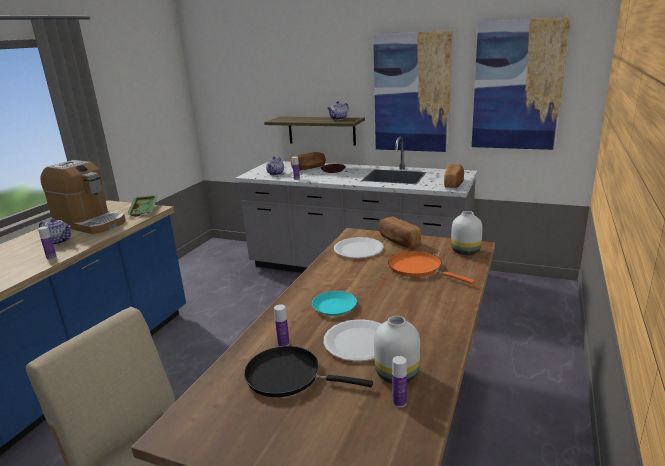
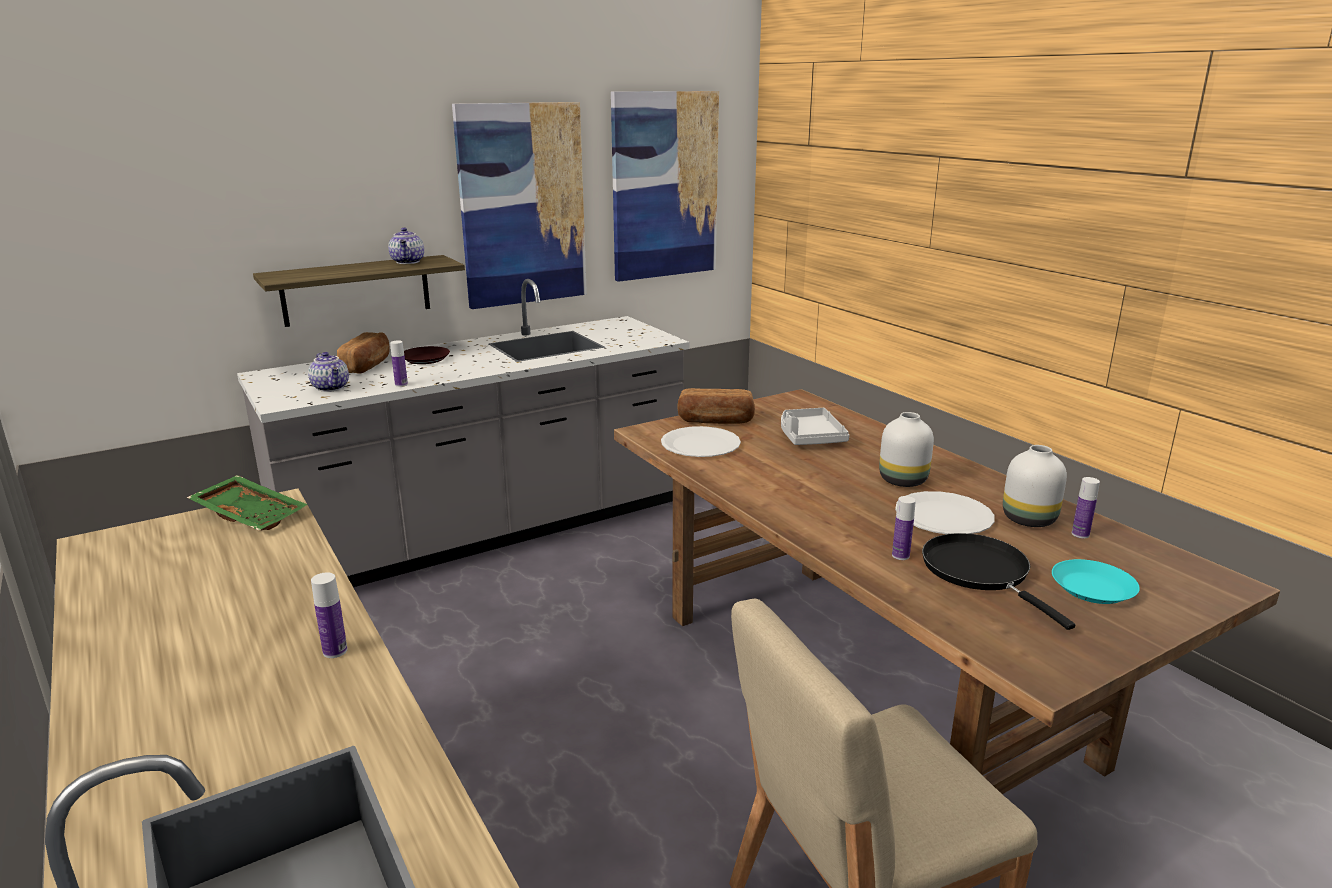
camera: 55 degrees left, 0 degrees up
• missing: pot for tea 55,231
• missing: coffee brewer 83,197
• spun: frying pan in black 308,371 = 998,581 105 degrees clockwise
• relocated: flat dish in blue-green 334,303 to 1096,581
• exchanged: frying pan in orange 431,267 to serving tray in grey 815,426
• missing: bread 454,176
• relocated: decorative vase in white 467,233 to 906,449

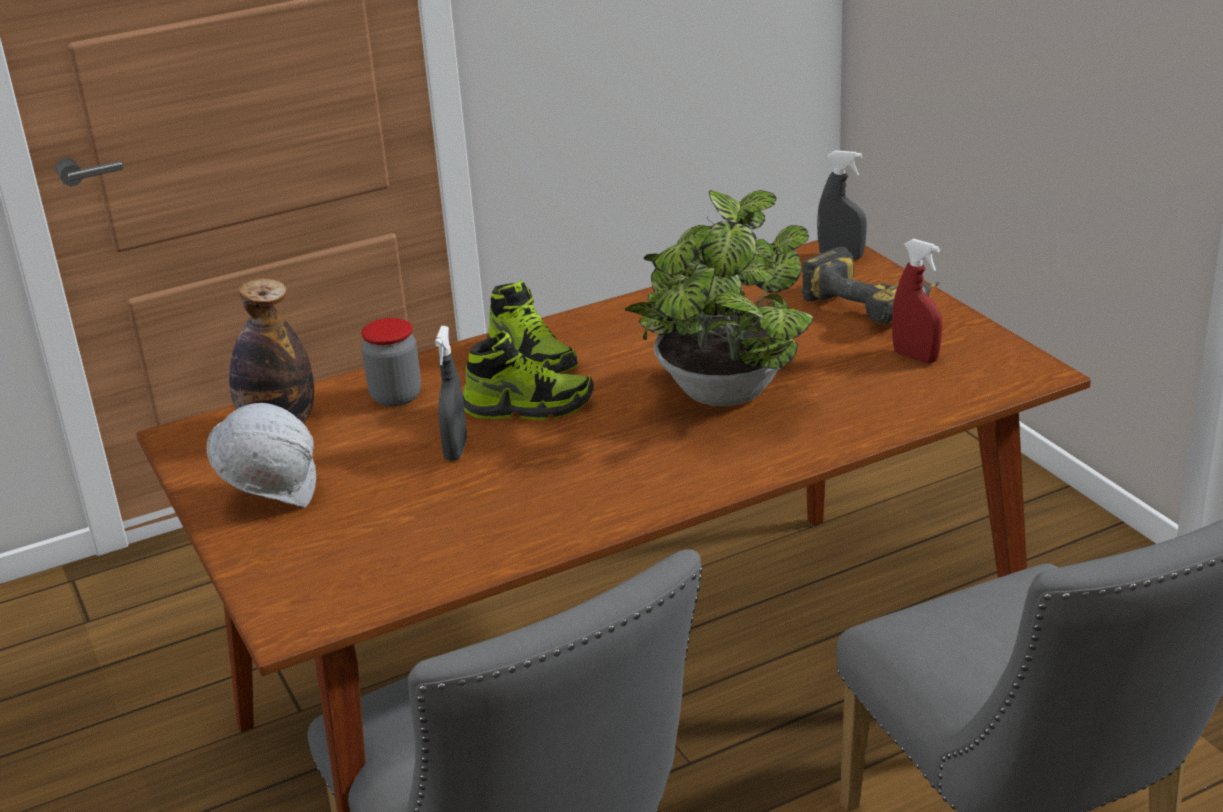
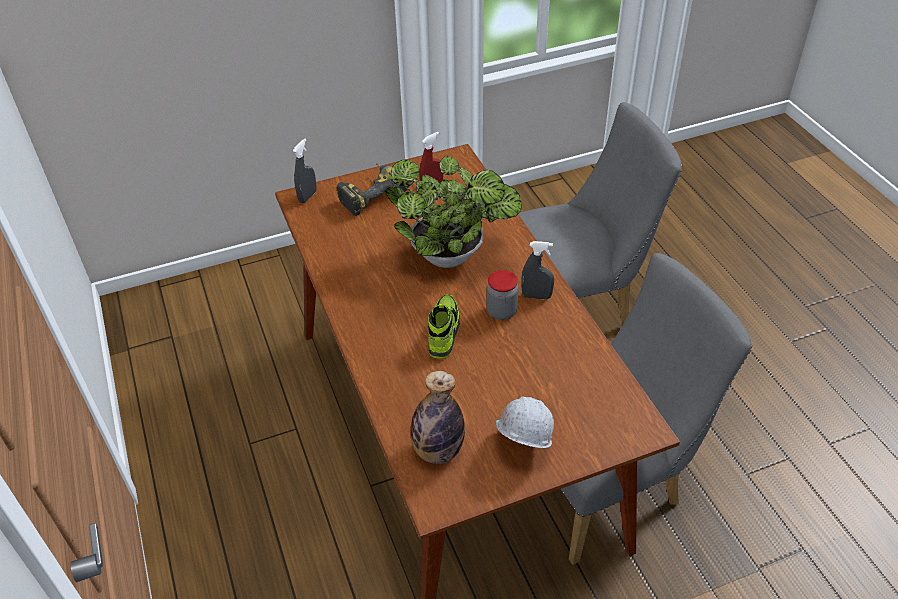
camera: 85 degrees left, 15 degrees up
• relocated: jar 391,362 to 503,295
• relocated: spray bottle in grey 451,393 to 537,270
• missing: low shoe 532,327

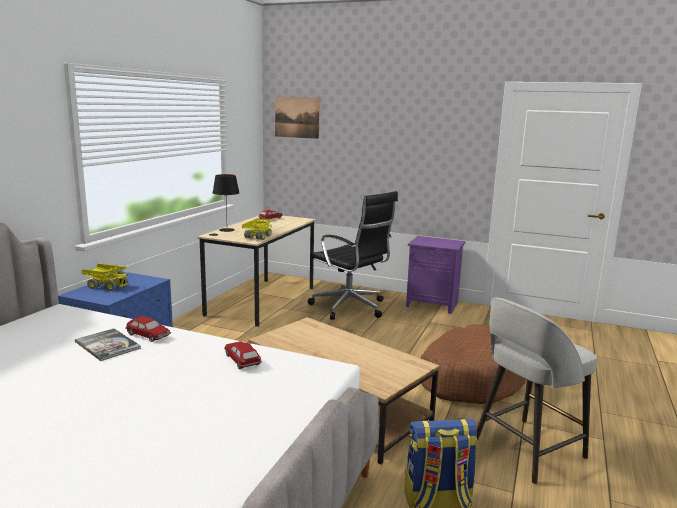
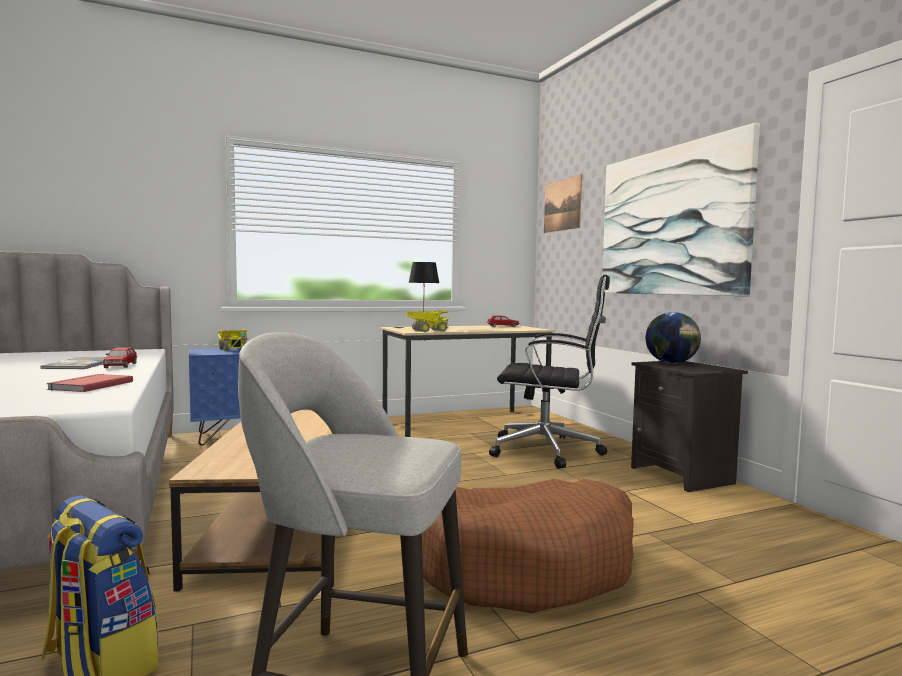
camera: 45 degrees right, 10 degrees down
• exchanged: miniature car 243,355 to book in red 89,383
• spun: office chair in black 353,255 = 549,372 75 degrees counterclockwise
• colour: nightstand in purple 436,275 to nightstand in black 689,426
• appeared: wall art 681,209
• appeared: desk globe 673,338

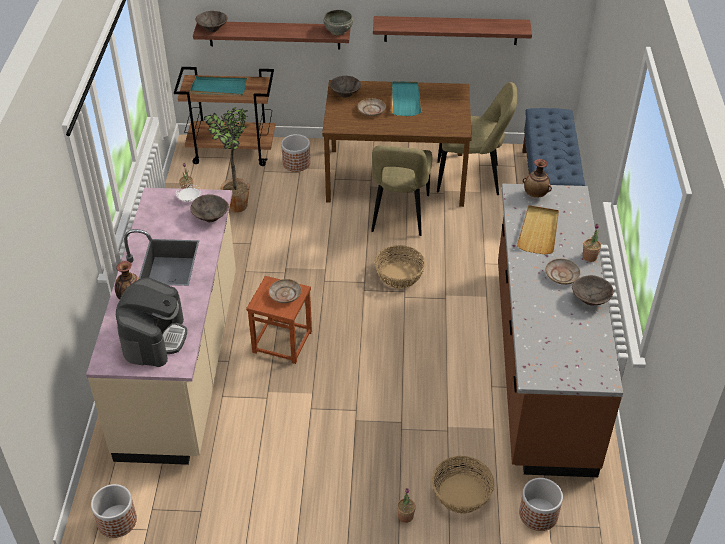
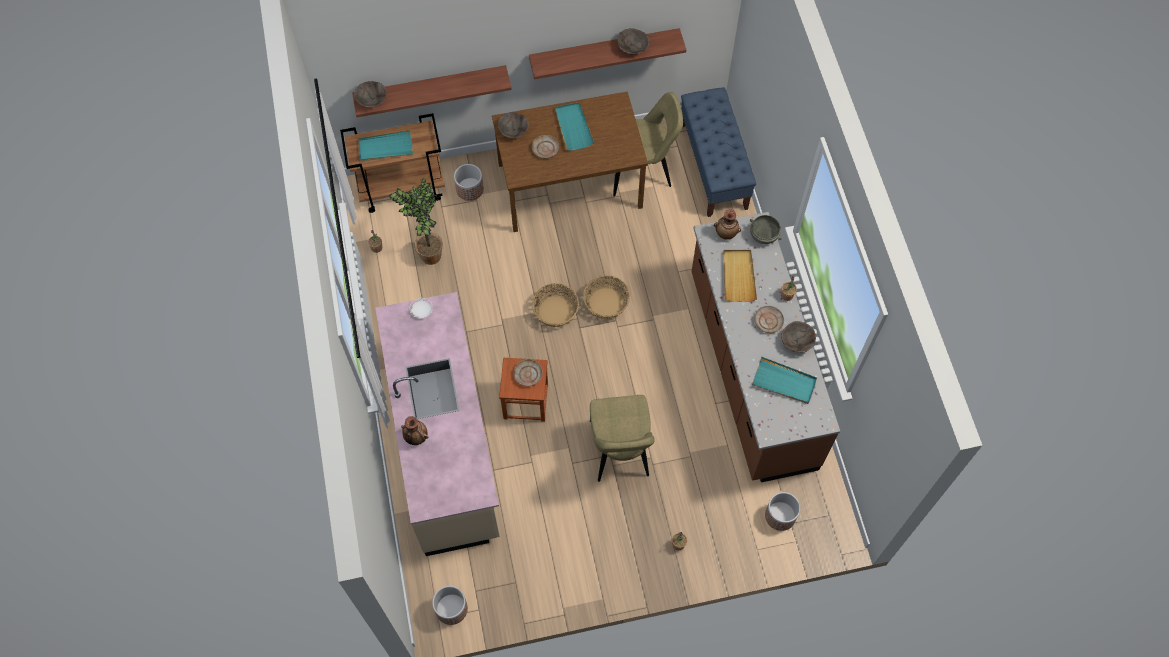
camera: 15 degrees left, 20 degrees up
• missing: coffee brewer 151,322
• relocated: deep dish in brown-coloured 209,208 to 633,41
• relocated: deep dish in grey 338,22 to 766,229
• relocated: upright chair in sand-coloured 401,190 to 622,438
• relocated: basket 463,485 to 555,305
• appeared: serving tray in blue-green 784,380

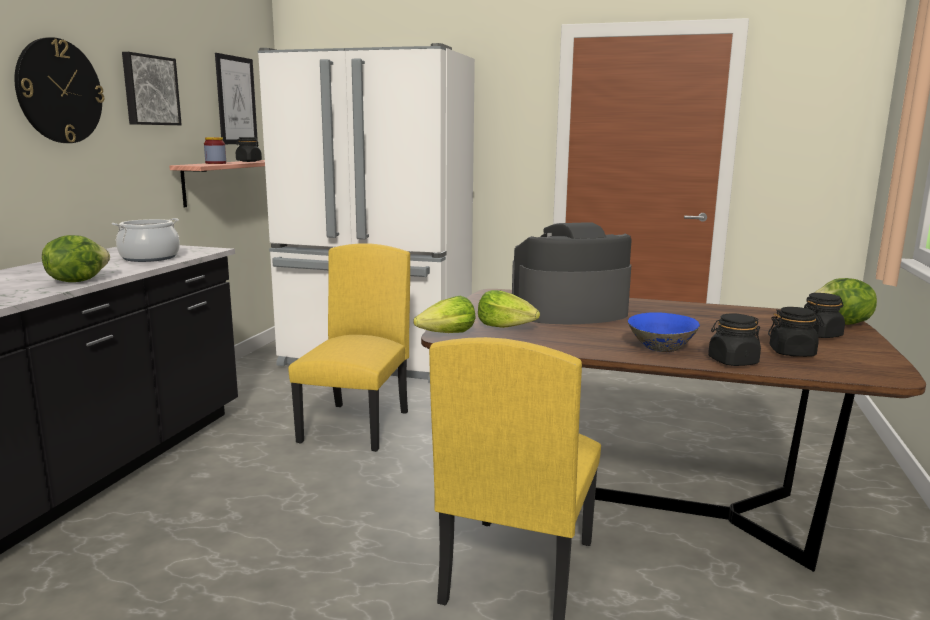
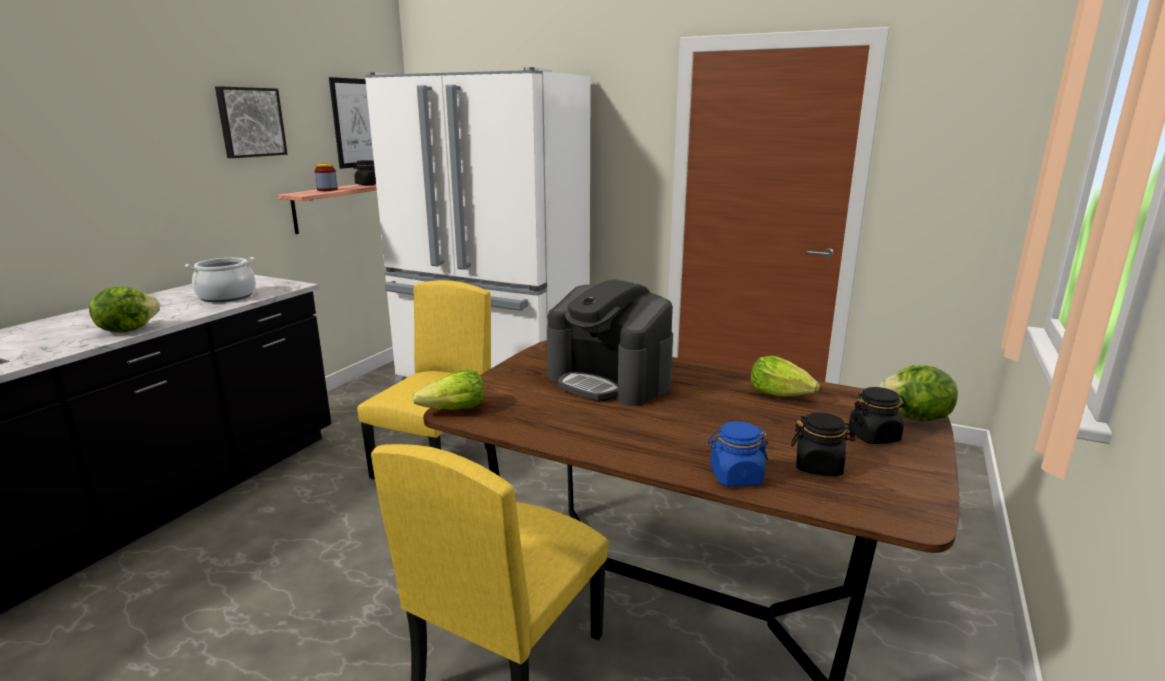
camera: 10 degrees right, 5 degrees up
• missing: wall clock 59,90
• relocated: lettuce head 509,309 to 785,375
• spun: coffee brewer 571,273 = 610,342 135 degrees counterclockwise
• missing: deep dish in blue-coloured 664,332
• colour: jar in black 734,340 to jar in blue-coloured 738,454

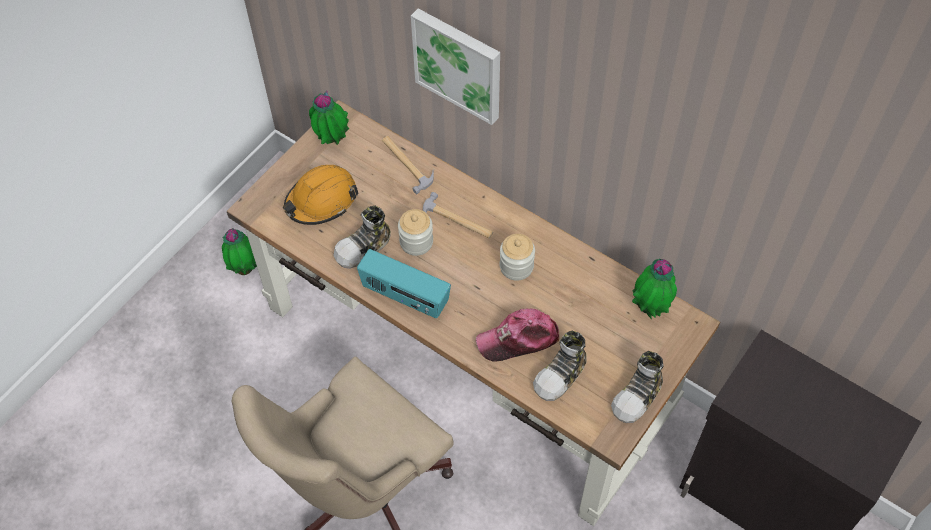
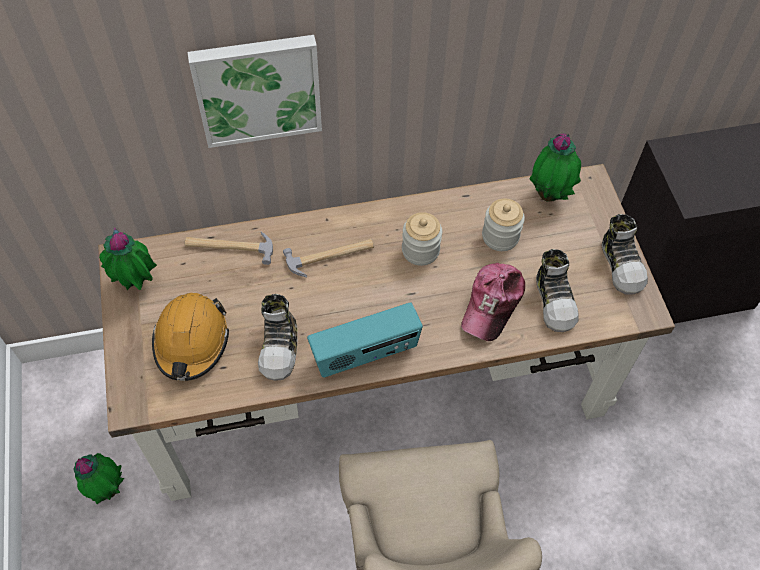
camera: 50 degrees left, 0 degrees up
• relocated: jar 415,232 to 503,224

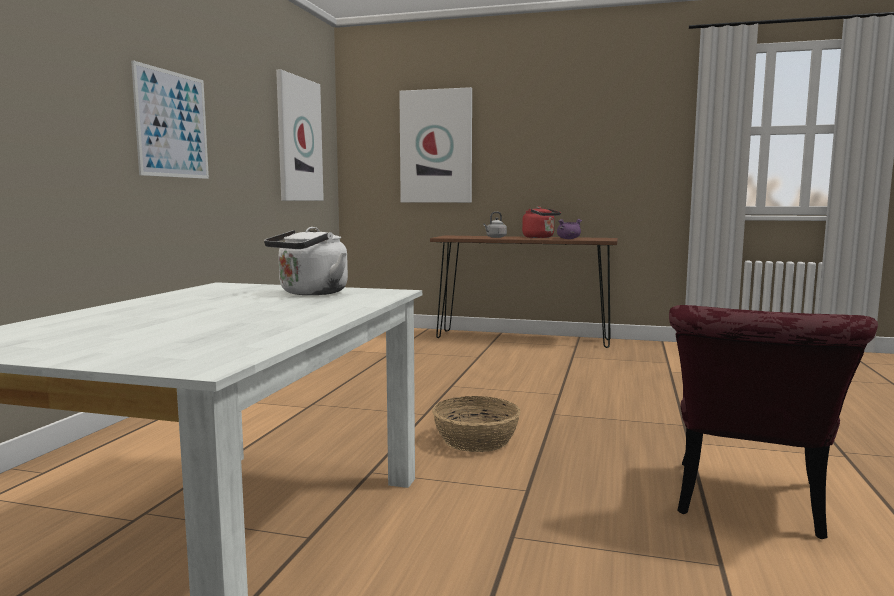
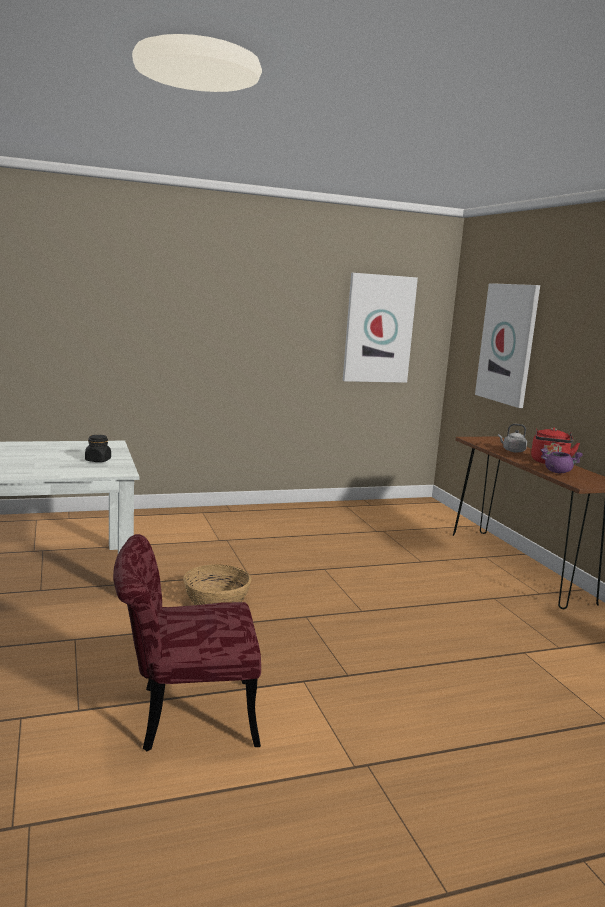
camera: 55 degrees right, 5 degrees up
• missing: wall art 170,119
• exchanged: kettle in white 306,261 to jar in black 98,448

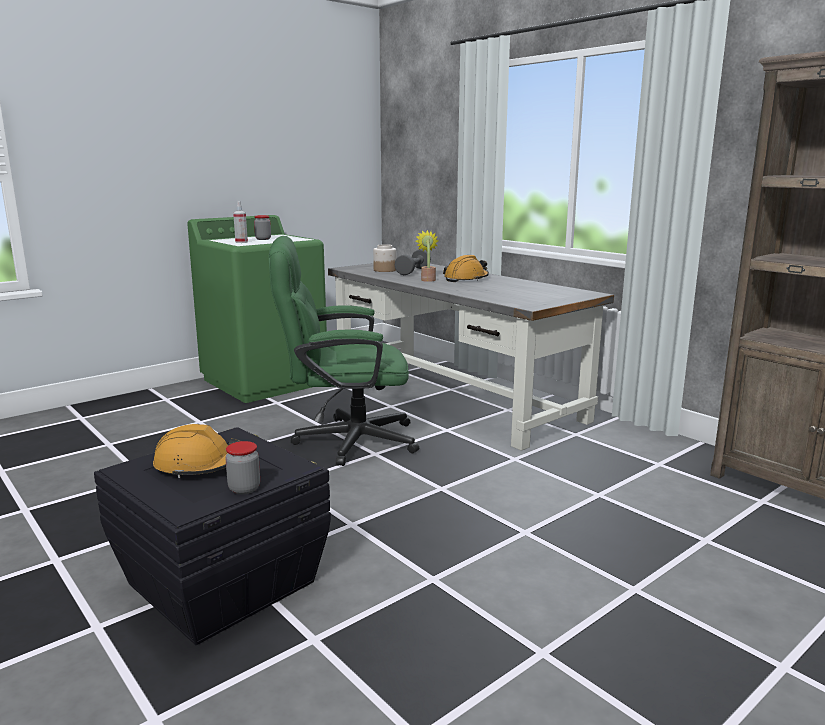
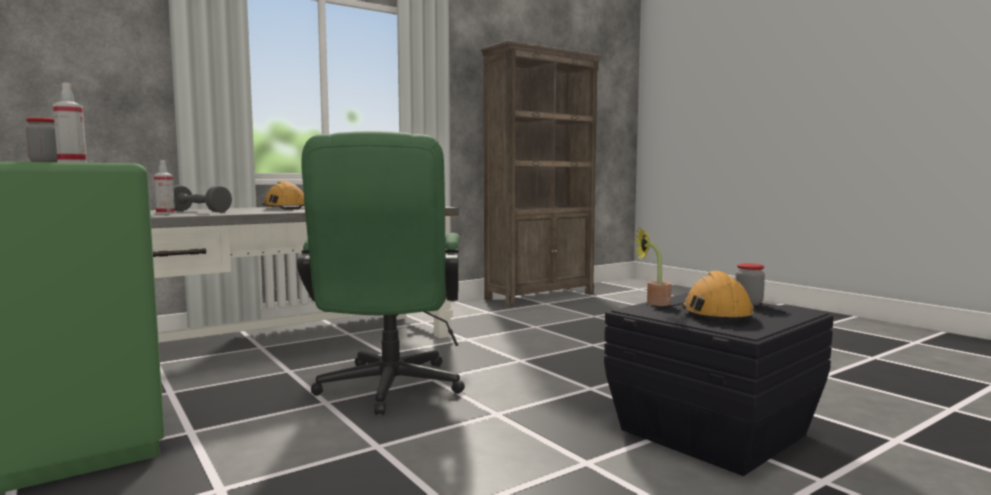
camera: 85 degrees left, 10 degrees down
• exchanged: jar 384,258 to spray bottle 164,187
• relocated: houseplant 427,256 to 653,265

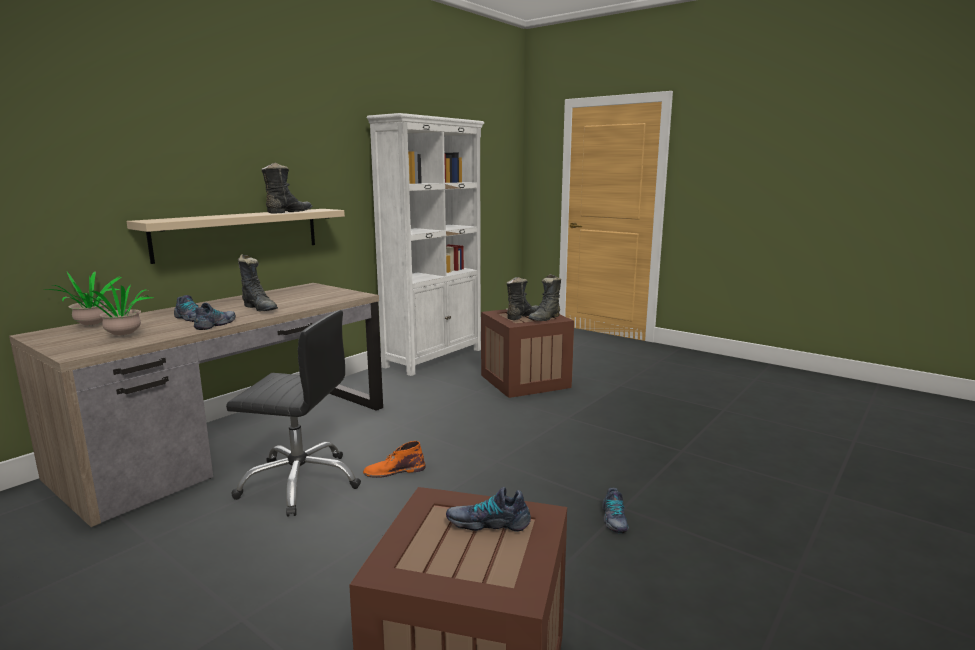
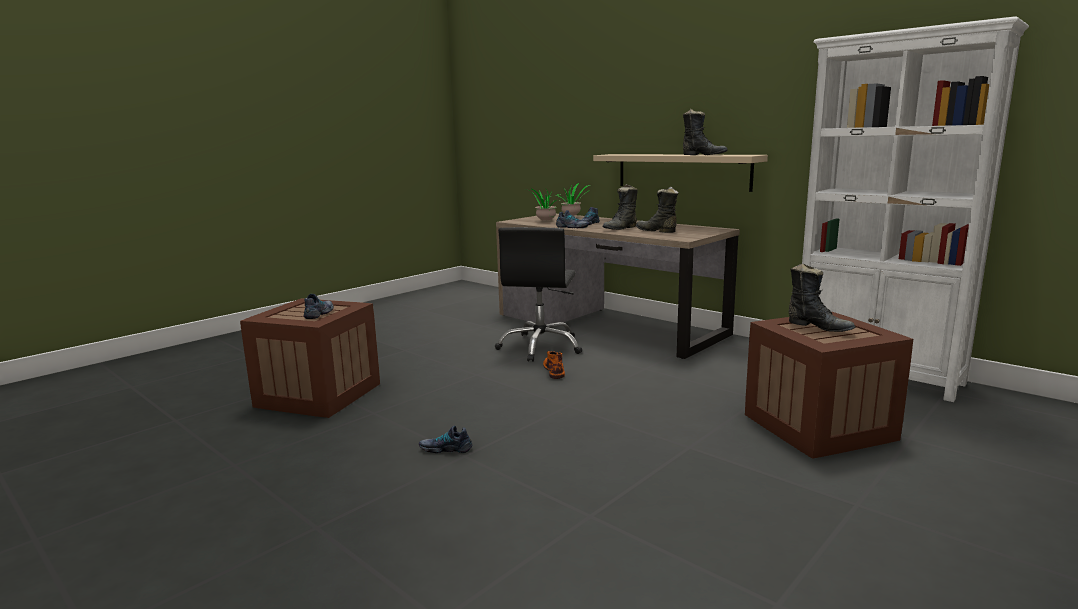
camera: 95 degrees right, 0 degrees up
• relocated: tall boot in black 544,297 to 657,210

